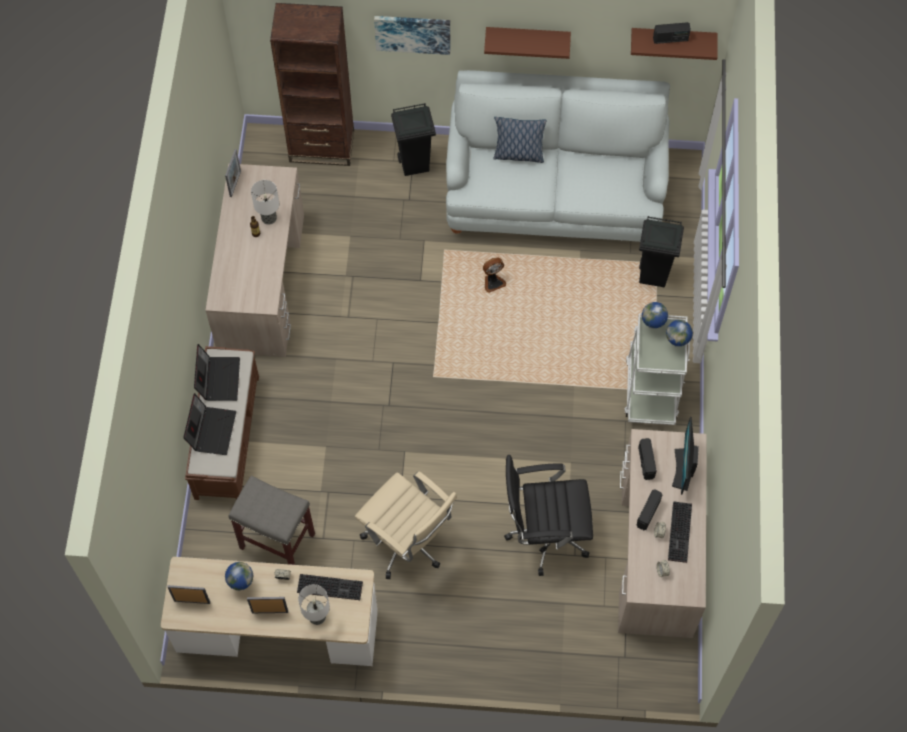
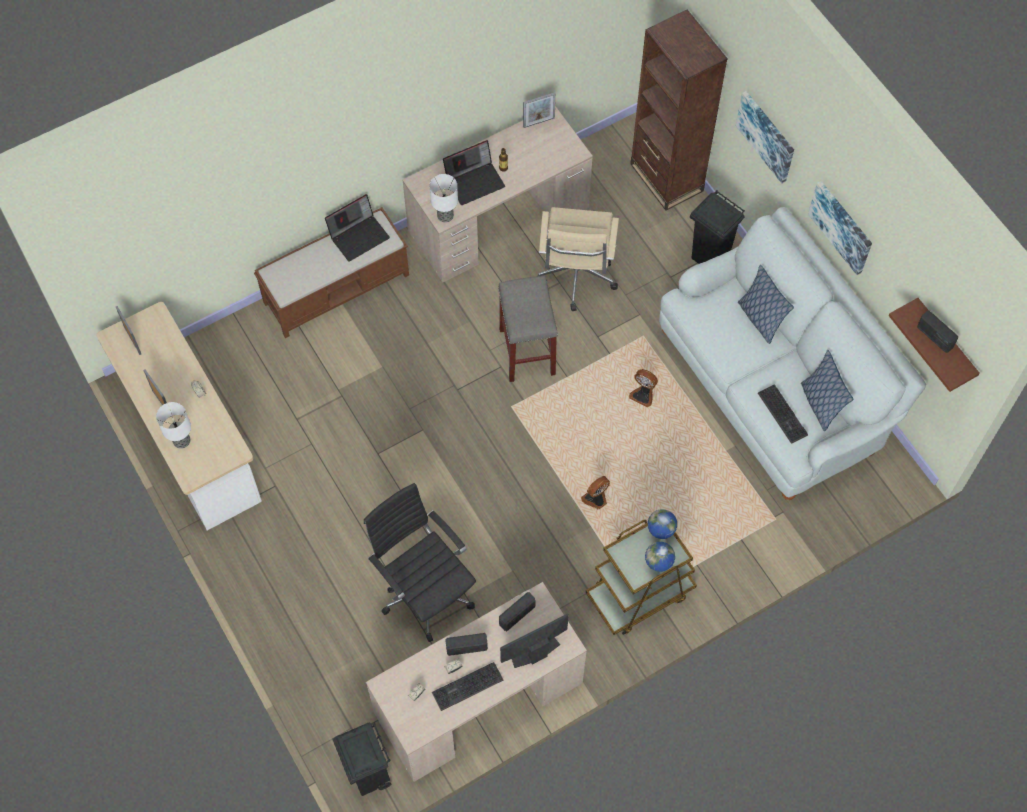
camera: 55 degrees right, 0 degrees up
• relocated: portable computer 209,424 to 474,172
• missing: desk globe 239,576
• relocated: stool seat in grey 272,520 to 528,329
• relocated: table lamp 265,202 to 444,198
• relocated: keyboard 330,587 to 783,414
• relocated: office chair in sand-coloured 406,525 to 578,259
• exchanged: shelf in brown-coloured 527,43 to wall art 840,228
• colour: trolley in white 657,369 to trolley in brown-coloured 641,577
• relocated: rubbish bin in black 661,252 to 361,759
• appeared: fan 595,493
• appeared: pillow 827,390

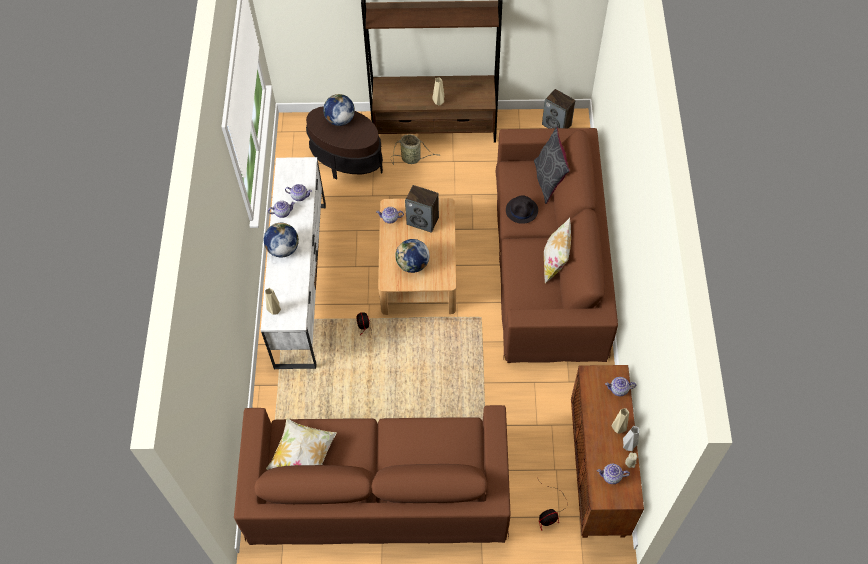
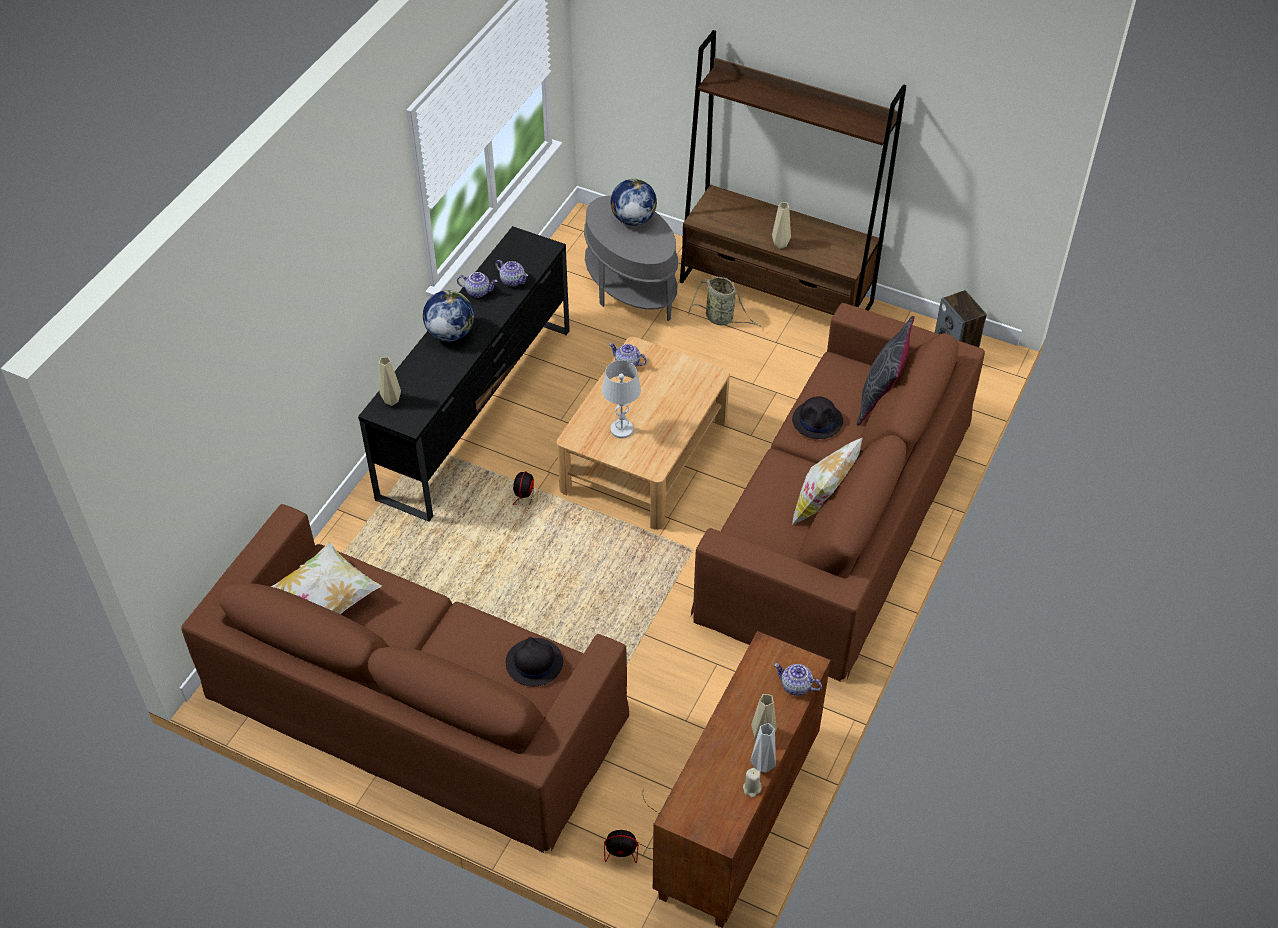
camera: 25 degrees right, 10 degrees down
• colour: tv unit in white 293,263 to tv unit in black 464,374
• colour: end table in brown-coloured 344,143 to end table in grey 631,258
• exchanged: desk globe 412,256 to table lamp in white 621,399
• missing: loudspeaker 422,209
• missing: pot for tea 613,474
• appeared: wearable hat in black 534,661

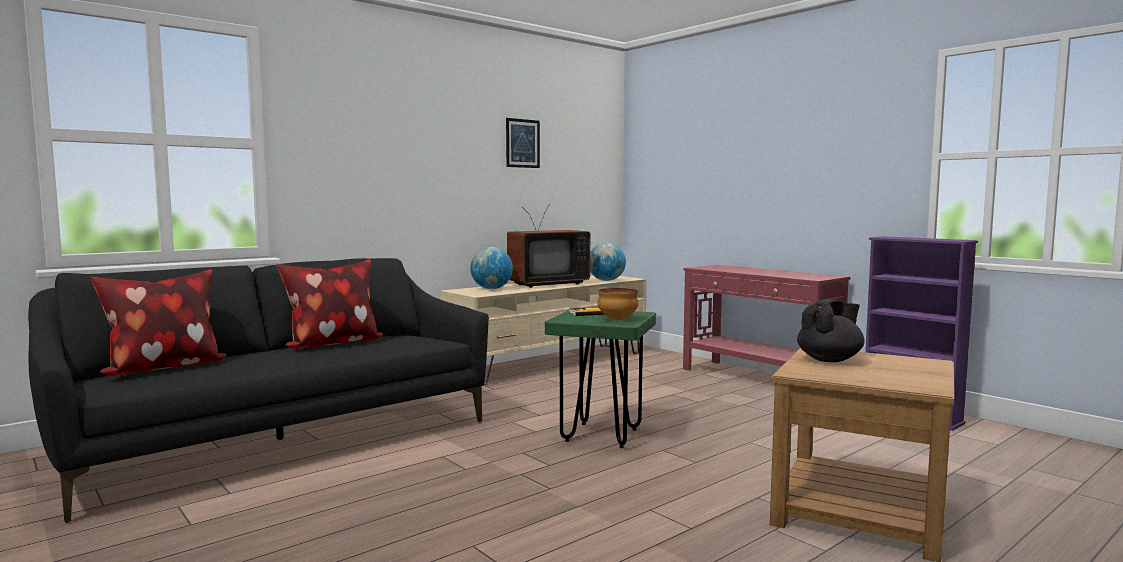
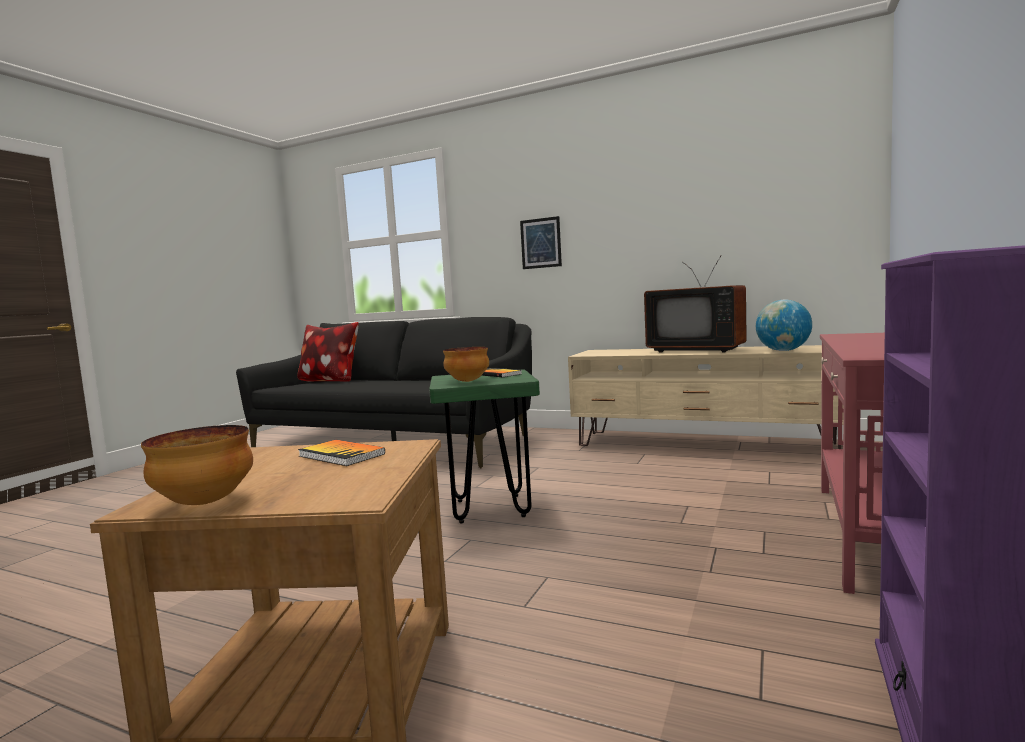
camera: 65 degrees right, 0 degrees up
• missing: pillow 330,304
• missing: desk globe 491,268
• relocated: wall art 523,143 to 541,242
• exchanged: pot for tea in black 831,331 to book 341,453
• appeared: deep dish 197,465

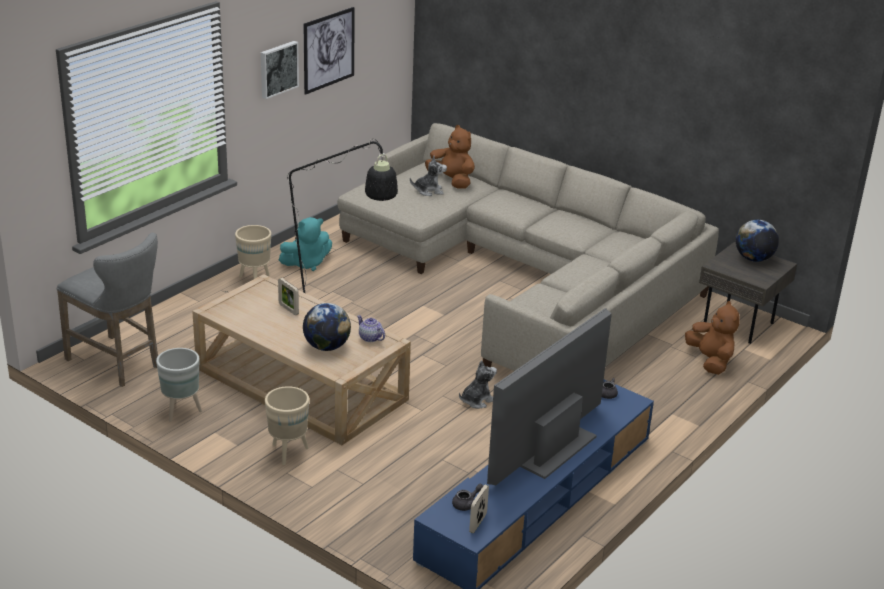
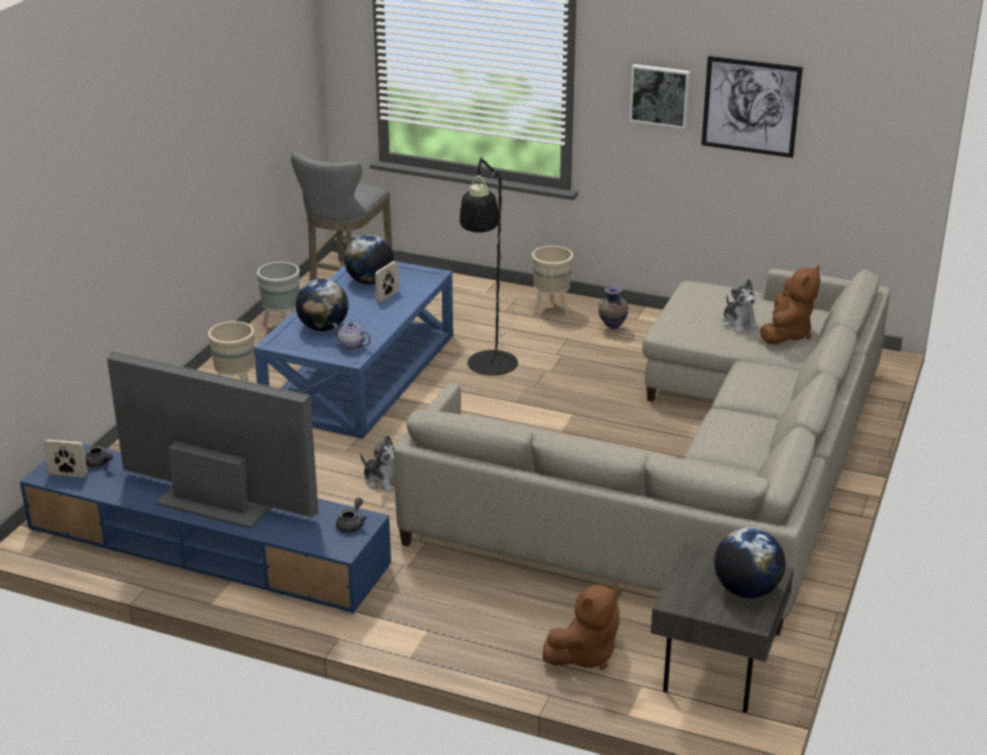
camera: 75 degrees right, 0 degrees up
• colour: low table in sand-coloured 301,359 to low table in blue-coloured 353,350
• exchanged: plush toy in blue-green 305,244 to decorative vase 613,307
• spun: pot for tea 371,328 = 351,336 90 degrees counterclockwise
• appeared: desk globe 369,259

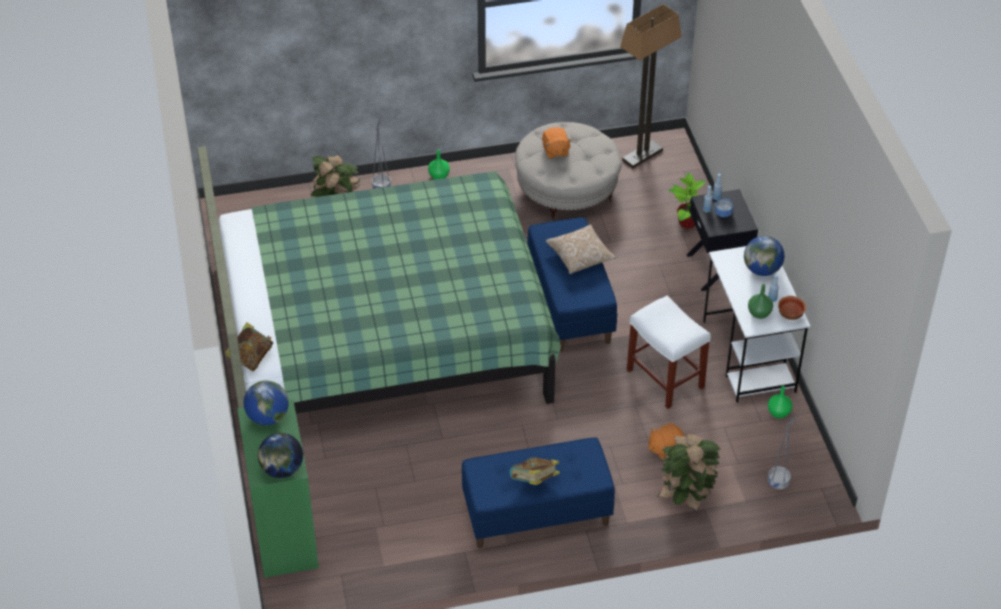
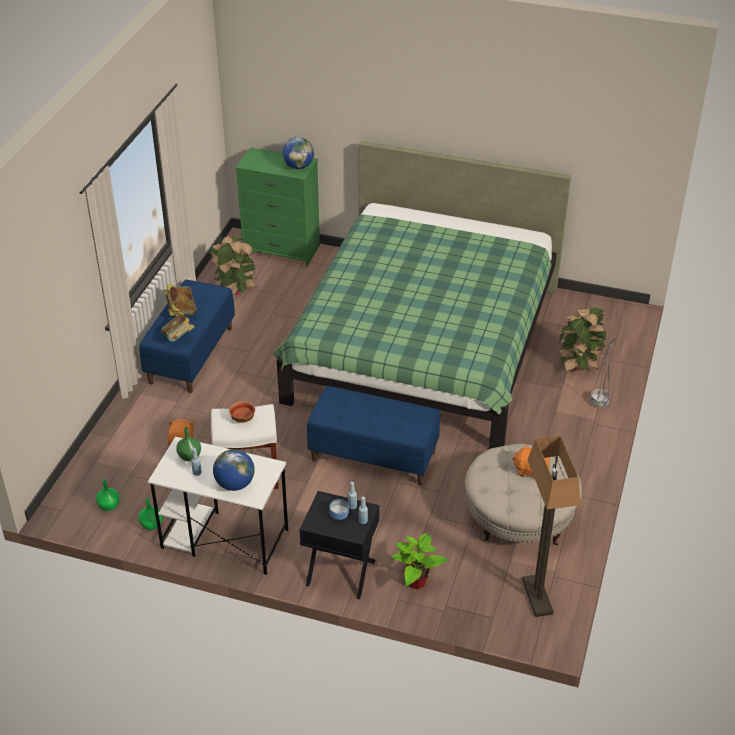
camera: 120 degrees right, 5 degrees down
• relocated: book 249,347 to 178,327
• missing: desk globe 280,455
• relocated: decorative vase in green 439,164 to 108,495
• missing: pillow 580,249
• relocated: houseplant 688,473 to 233,265
• missing: flower pot in grey 783,451
• relocated: deep dish 792,308 to 242,412

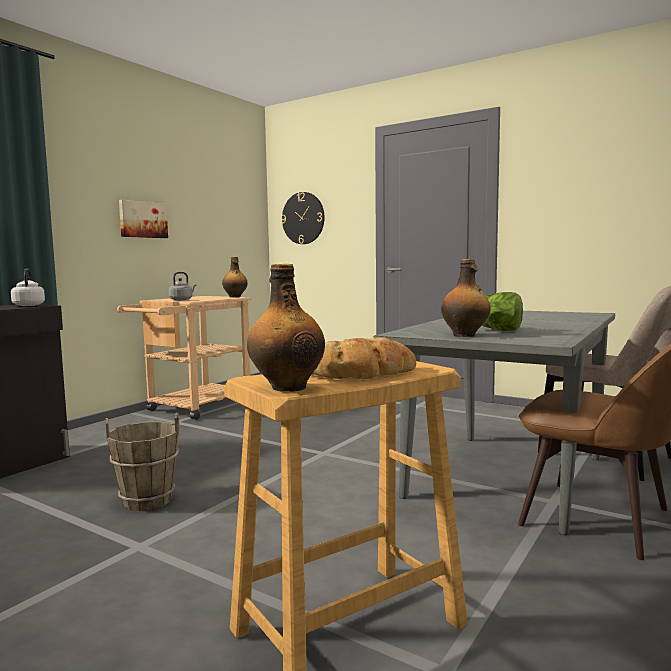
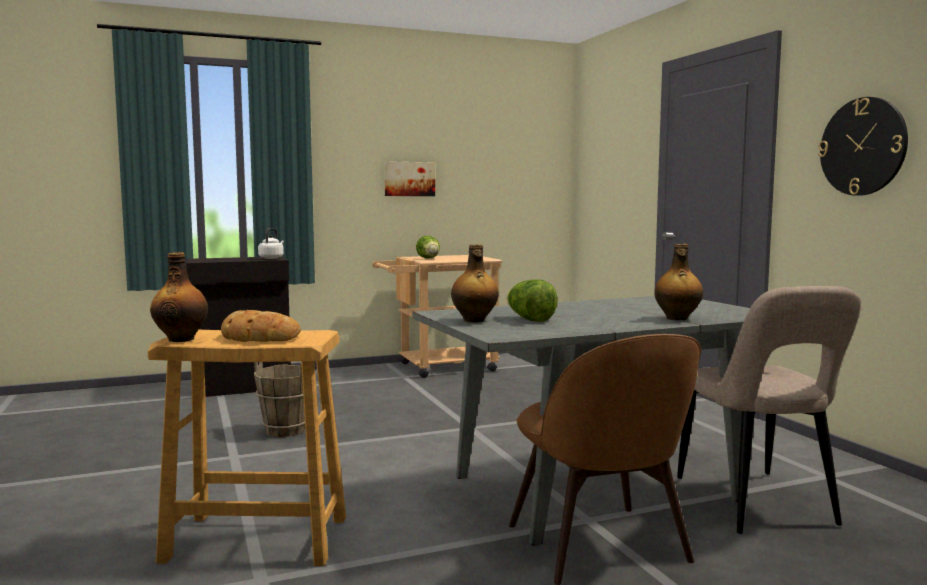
camera: 35 degrees right, 0 degrees up
• exchanged: kettle in grey 182,286 to lettuce head 428,247
• relocated: drink bottle 235,277 to 678,282
• relocated: wall clock 303,218 to 863,146

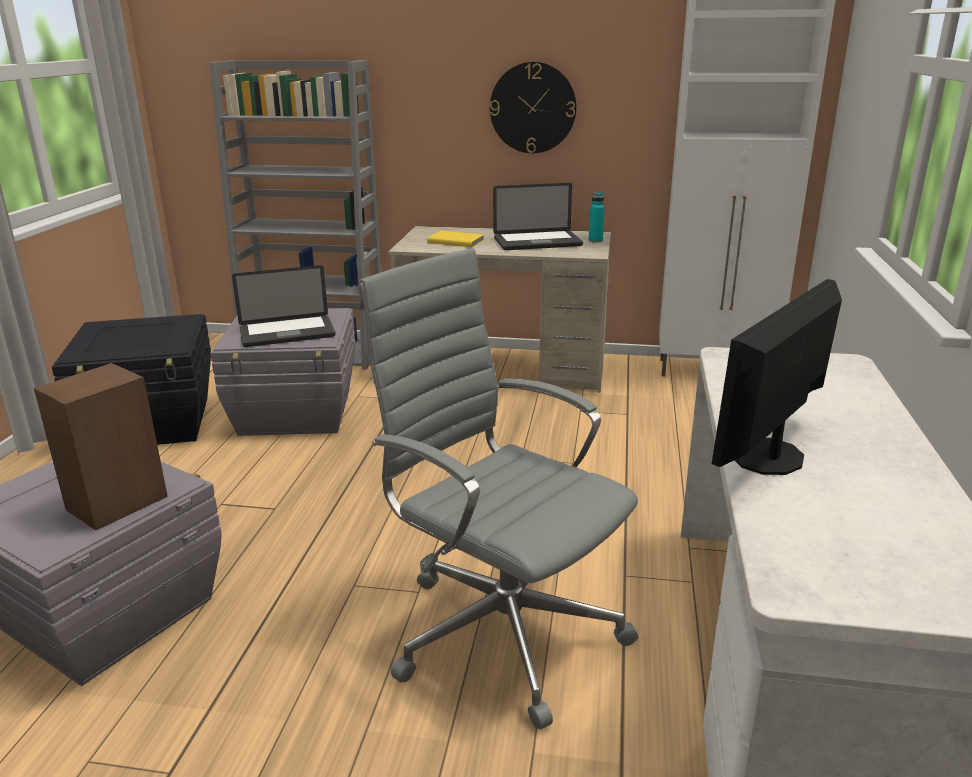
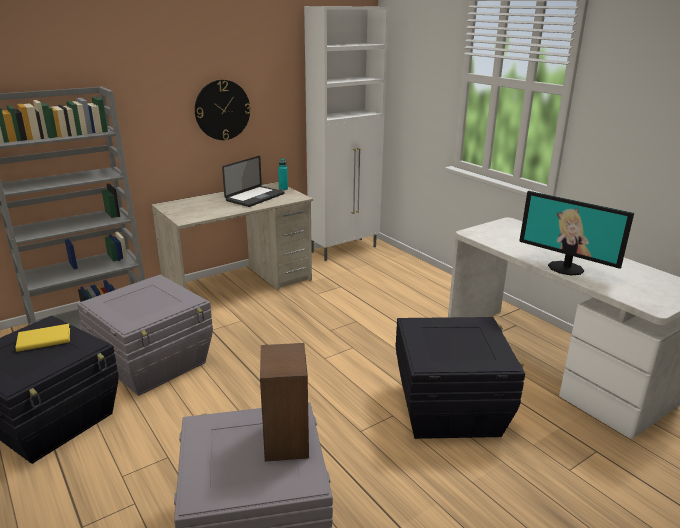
camera: 45 degrees left, 0 degrees up
• missing: portable computer 284,306
• exchanged: office chair in grey 498,488 to storage bin in black 460,378
• relocated: book in yellow 455,239 to 42,338
• spun: computer display 777,377 = 576,233 45 degrees counterclockwise

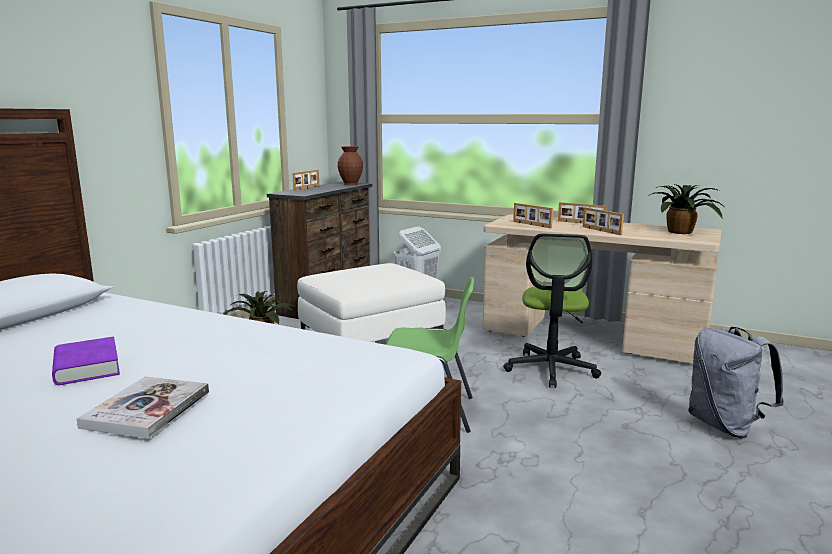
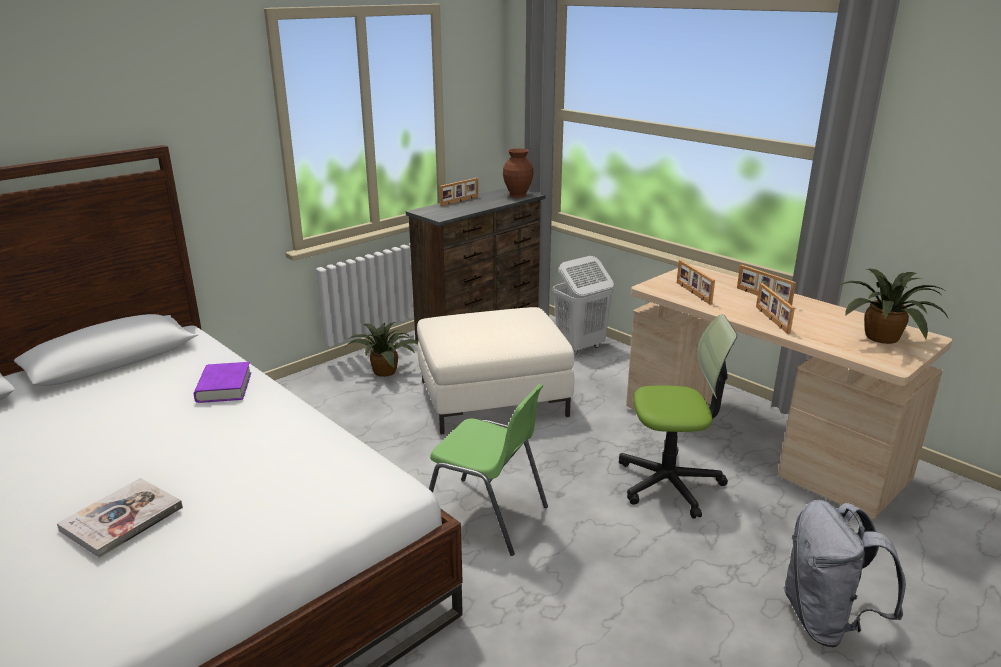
camera: 20 degrees right, 10 degrees up
• relocated: book in purple 86,361 to 222,382
• spun: office chair 552,311 = 678,416 120 degrees counterclockwise

